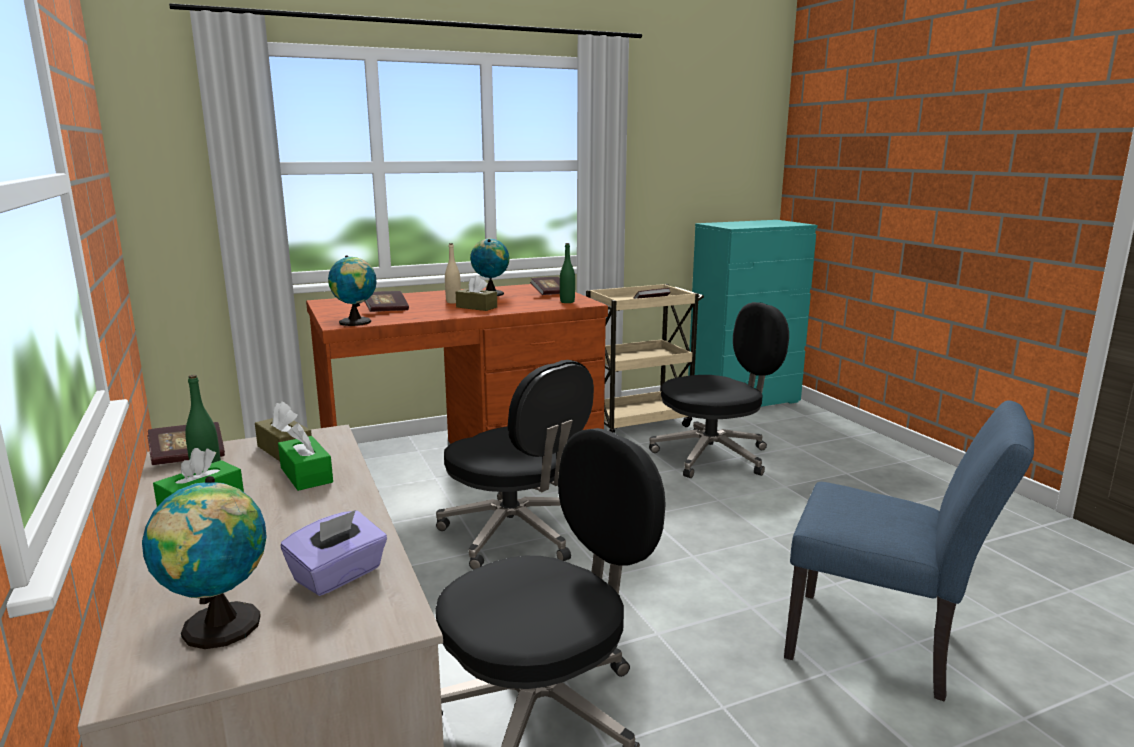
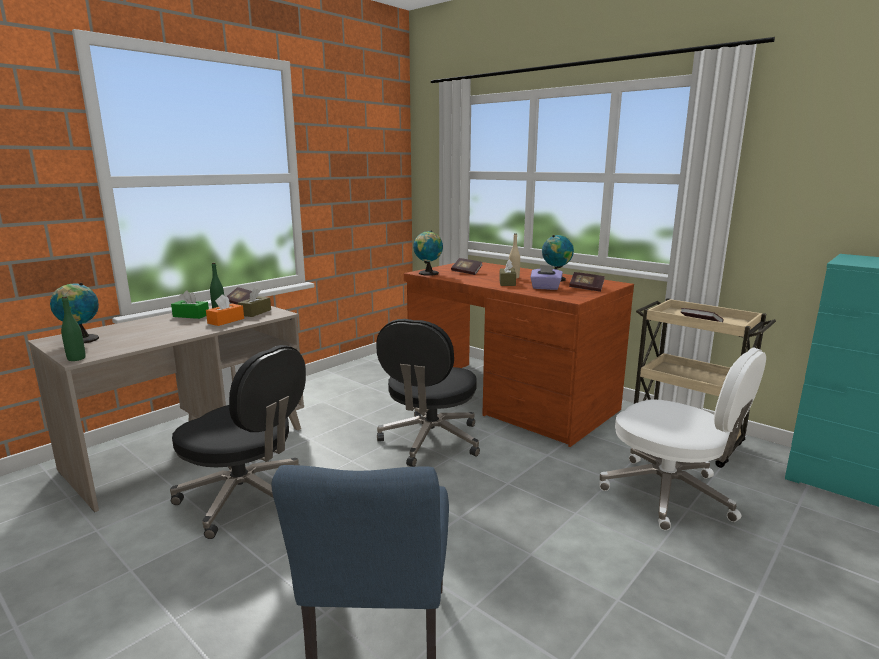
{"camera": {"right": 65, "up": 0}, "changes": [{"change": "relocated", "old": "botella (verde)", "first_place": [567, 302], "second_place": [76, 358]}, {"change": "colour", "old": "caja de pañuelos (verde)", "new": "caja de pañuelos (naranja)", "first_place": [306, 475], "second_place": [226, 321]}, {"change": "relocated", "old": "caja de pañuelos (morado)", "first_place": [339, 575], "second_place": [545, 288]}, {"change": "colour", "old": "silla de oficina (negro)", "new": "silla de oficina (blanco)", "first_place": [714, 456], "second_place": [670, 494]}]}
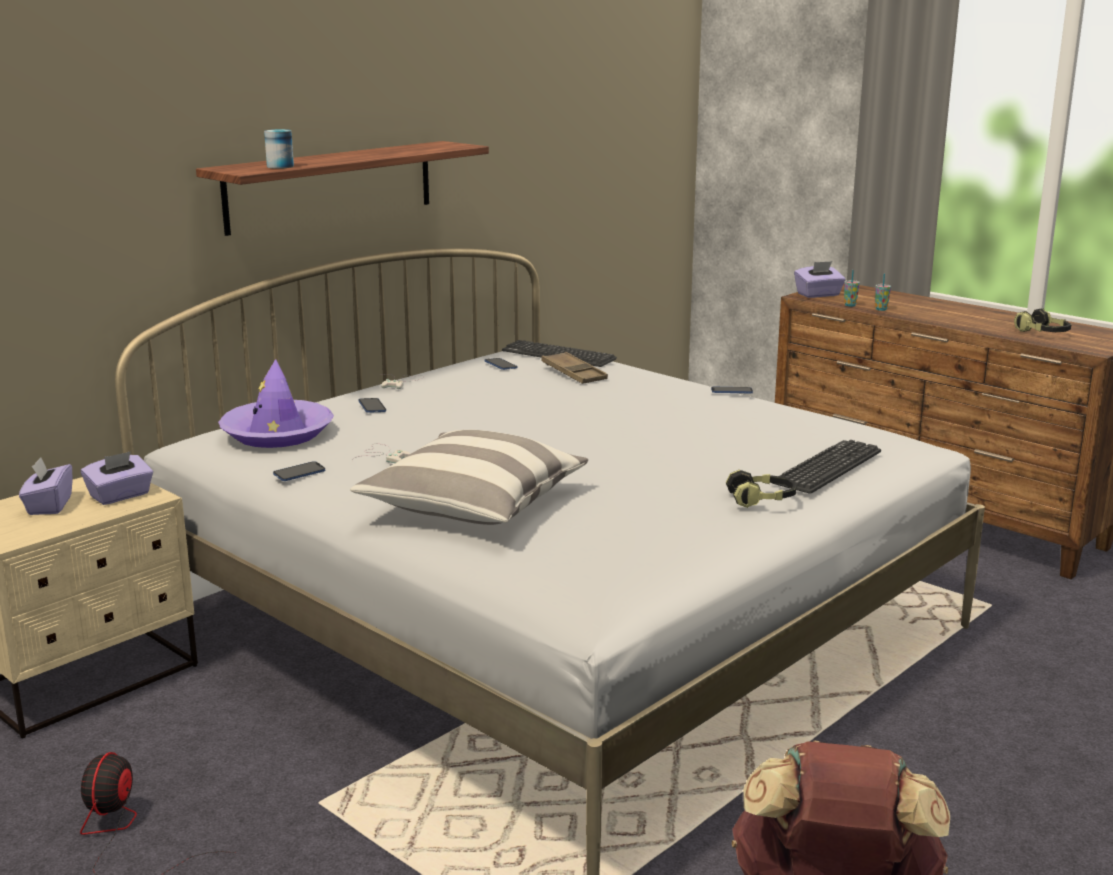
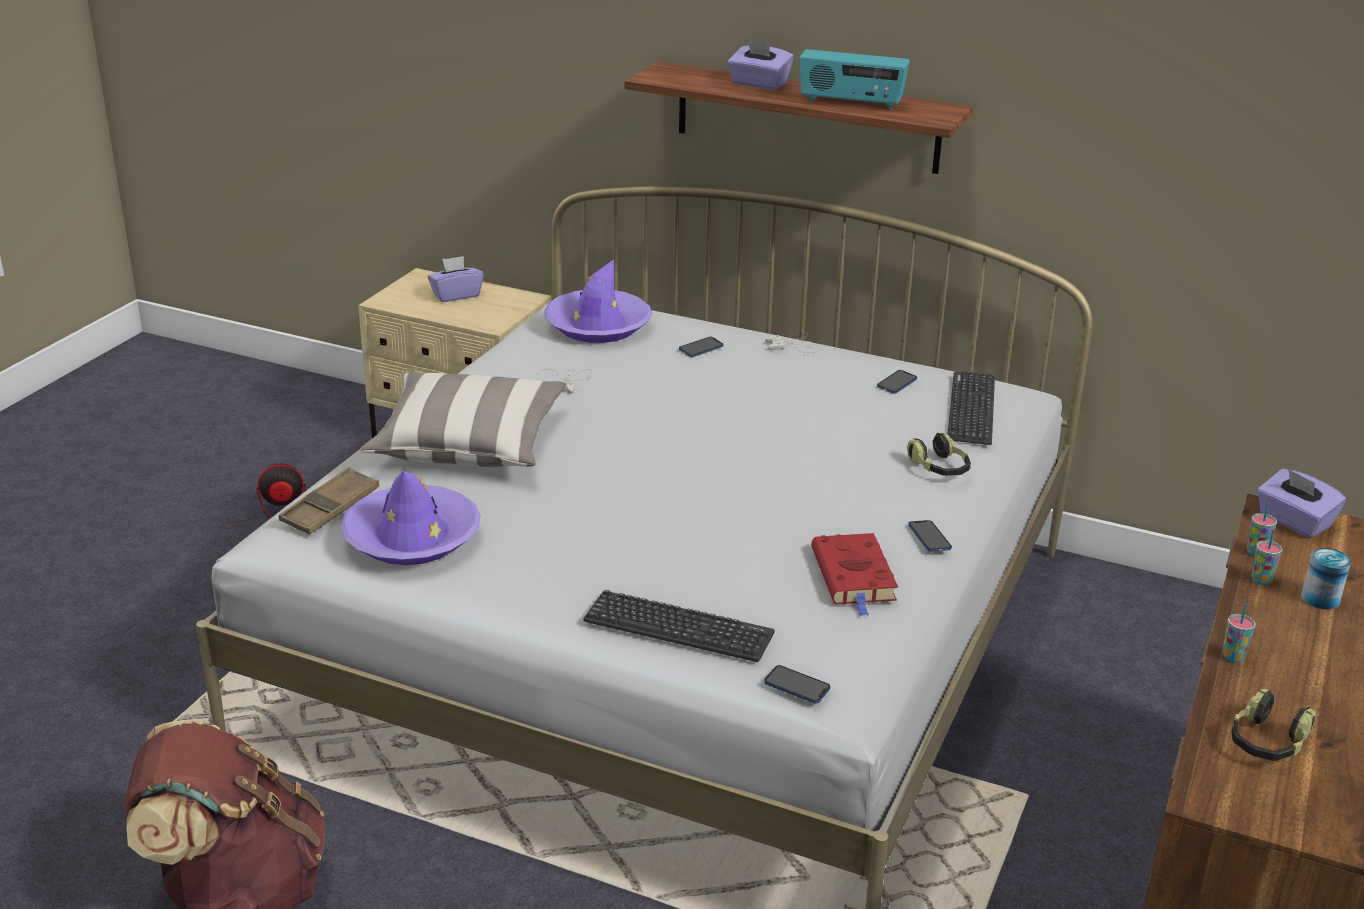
{"camera": {"right": 70, "up": 10}, "changes": [{"change": "relocated", "old": "bandeja (marrón)", "first_place": [574, 373], "second_place": [330, 508]}, {"change": "appeared", "new": "sombrero (morado)", "second_place": [411, 537]}, {"change": "relocated", "old": "caja de pañuelos (morado)", "first_place": [120, 496], "second_place": [759, 84]}, {"change": "relocated", "old": "móvil", "first_place": [299, 473], "second_place": [797, 686]}, {"change": "appeared", "new": "radio", "second_place": [850, 103]}, {"change": "appeared", "new": "libro (rojo)", "second_place": [854, 577]}, {"change": "relocated", "old": "auriculares", "first_place": [762, 500], "second_place": [939, 468]}, {"change": "appeared", "new": "taza", "second_place": [1233, 657]}, {"change": "relocated", "old": "lata", "first_place": [280, 166], "second_place": [1320, 599]}]}
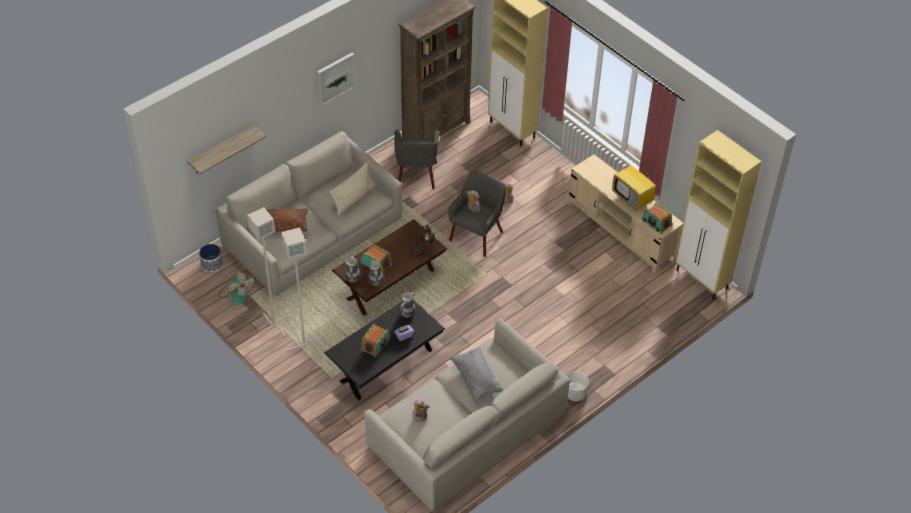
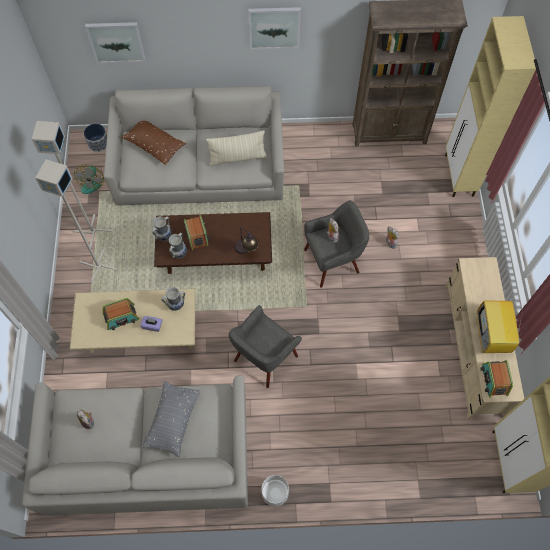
{"camera": {"right": 40, "up": 15}, "changes": [{"change": "colour", "old": "mesa de centro (negro)", "new": "mesa de centro (beis)", "first_place": [386, 365], "second_place": [141, 335]}, {"change": "exchanged", "old": "estante", "new": "cuadro", "first_place": [221, 150], "second_place": [116, 41]}, {"change": "relocated", "old": "sillón (gris)", "first_place": [416, 175], "second_place": [264, 358]}]}
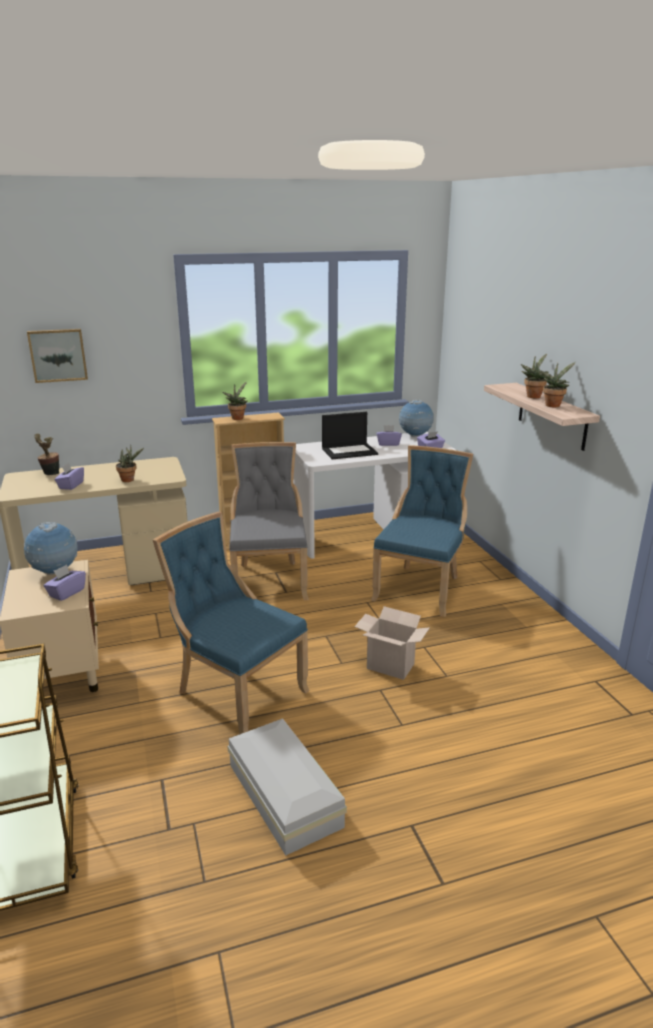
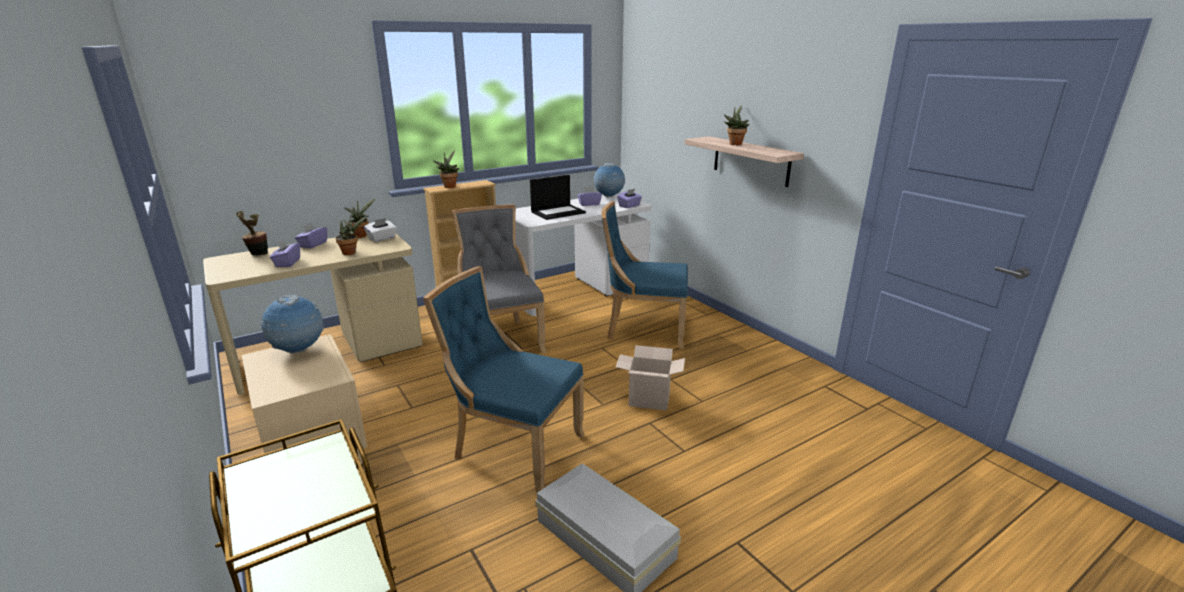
{"camera": {"right": -15, "up": 0}, "changes": [{"change": "relocated", "old": "caja de pañuelos (morado)", "first_place": [66, 593], "second_place": [313, 244]}, {"change": "relocated", "old": "planta en maceta", "first_place": [553, 405], "second_place": [361, 235]}, {"change": "appeared", "new": "caja de pañuelos (blanco)", "second_place": [382, 238]}, {"change": "spun", "old": "silla (azul)", "first_place": [420, 588], "second_place": [643, 329], "degrees": -90}, {"change": "missing", "old": "cuadro", "first_place": [58, 355]}]}
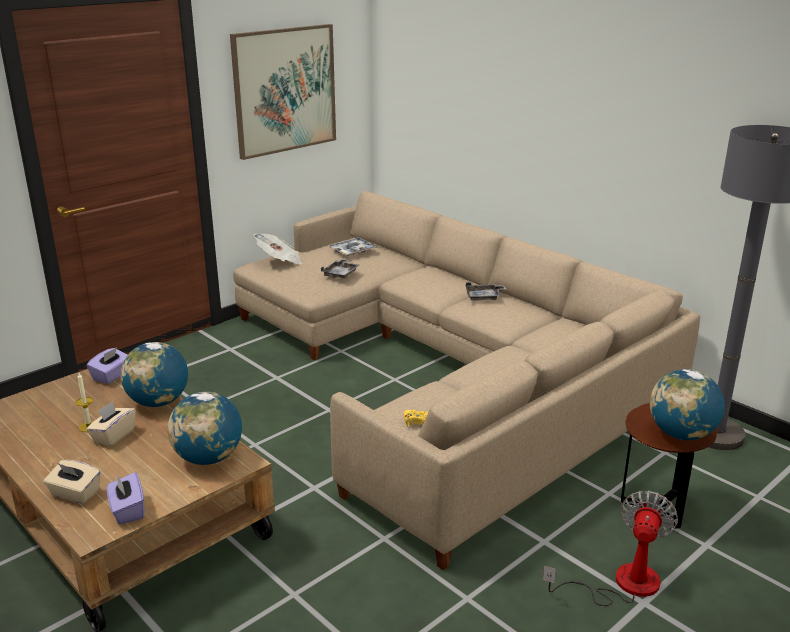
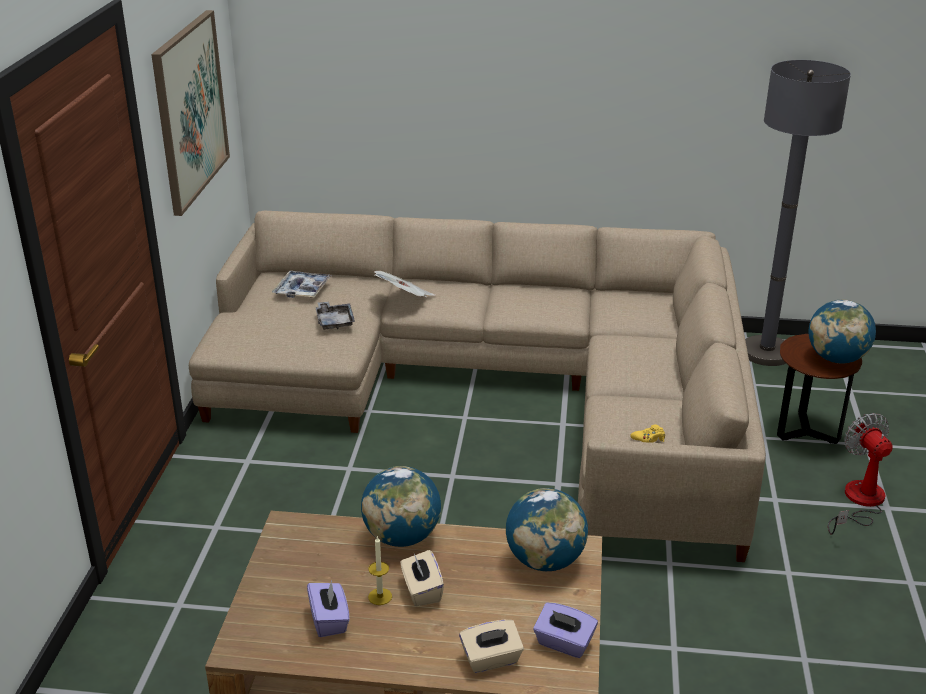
{"camera": {"right": -40, "up": 5}, "changes": [{"change": "relocated", "old": "caja de pañuelos (morado)", "first_place": [112, 376], "second_place": [329, 620]}, {"change": "relocated", "old": "periódico", "first_place": [279, 261], "second_place": [405, 299]}, {"change": "missing", "old": "bandeja (gris)", "first_place": [484, 297]}]}
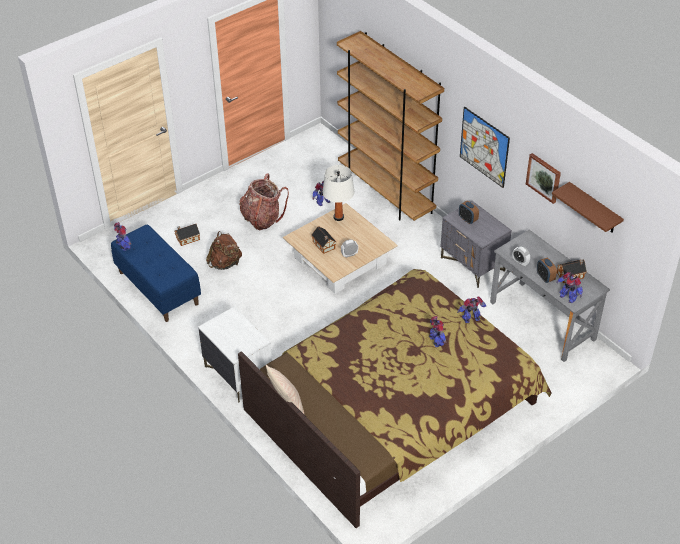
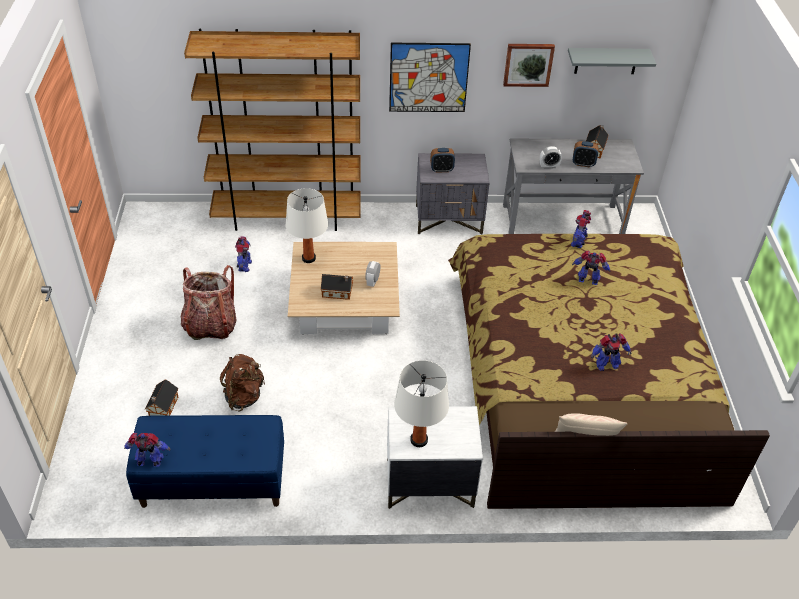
{"camera": {"right": -55, "up": 0}, "changes": [{"change": "appeared", "new": "lámpara de mesa (blanco)", "second_place": [418, 440]}, {"change": "colour", "old": "estante (marrón)", "new": "estante (gris)", "first_place": [594, 209], "second_place": [606, 60]}, {"change": "relocated", "old": "robot de juguete", "first_place": [568, 297], "second_place": [606, 364]}]}
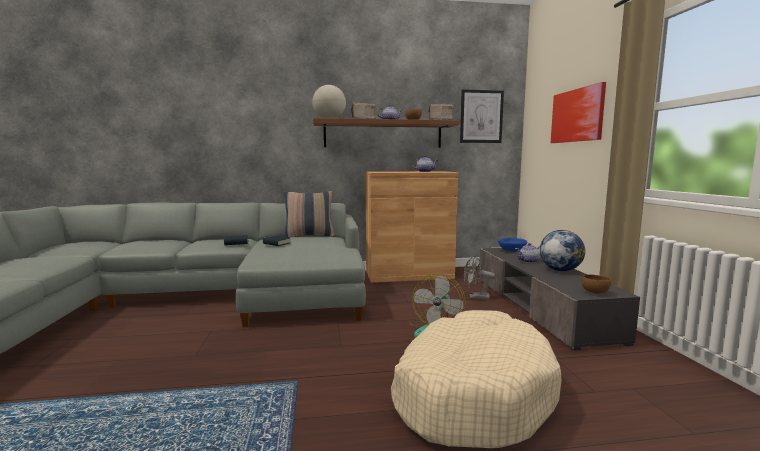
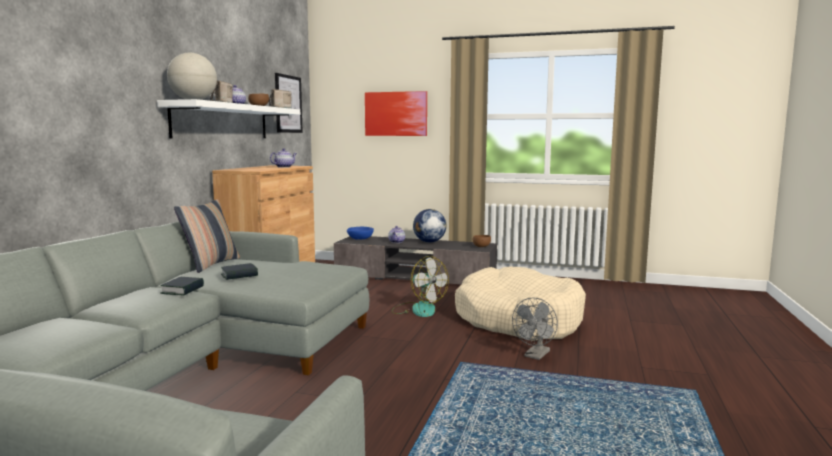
{"camera": {"right": -65, "up": 0}, "changes": [{"change": "colour", "old": "estante (marrón)", "new": "estante (blanco)", "first_place": [383, 134], "second_place": [222, 122]}, {"change": "relocated", "old": "ventilador (gris)", "first_place": [475, 297], "second_place": [535, 356]}]}
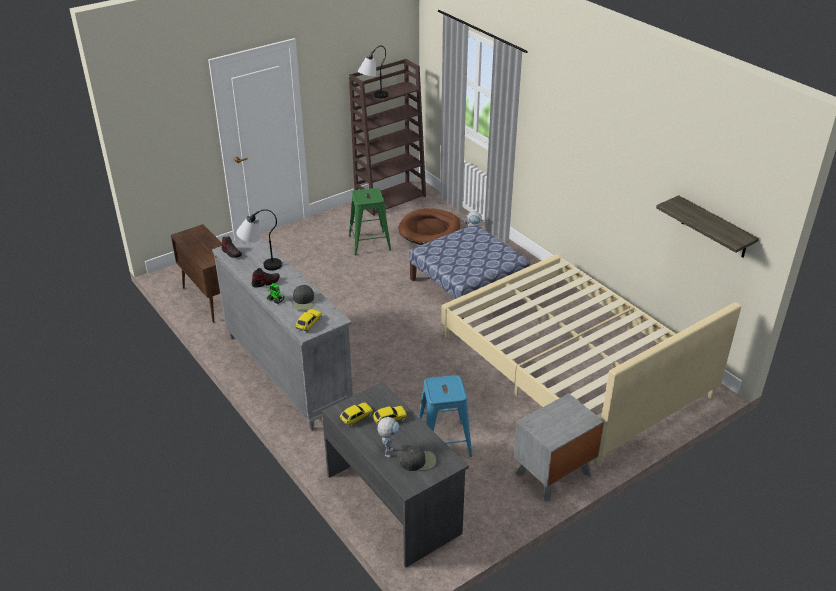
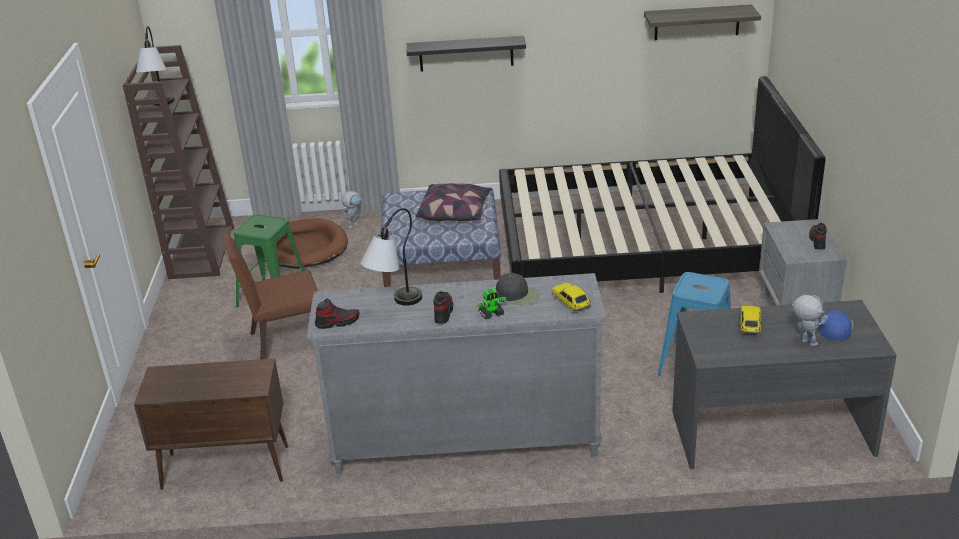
{"camera": {"right": -55, "up": -5}, "changes": [{"change": "appeared", "new": "silla (marrón)", "second_place": [286, 343]}, {"change": "appeared", "new": "estante (negro)", "second_place": [466, 53]}, {"change": "appeared", "new": "cojín", "second_place": [455, 213]}, {"change": "colour", "old": "cama (beis)", "new": "cama (negro)", "first_place": [573, 366], "second_place": [644, 246]}, {"change": "appeared", "new": "zapato", "second_place": [817, 241]}, {"change": "colour", "old": "gorra (negro)", "new": "gorra (azul)", "first_place": [418, 461], "second_place": [835, 327]}, {"change": "missing", "old": "coche de juguete", "first_place": [356, 417]}]}
